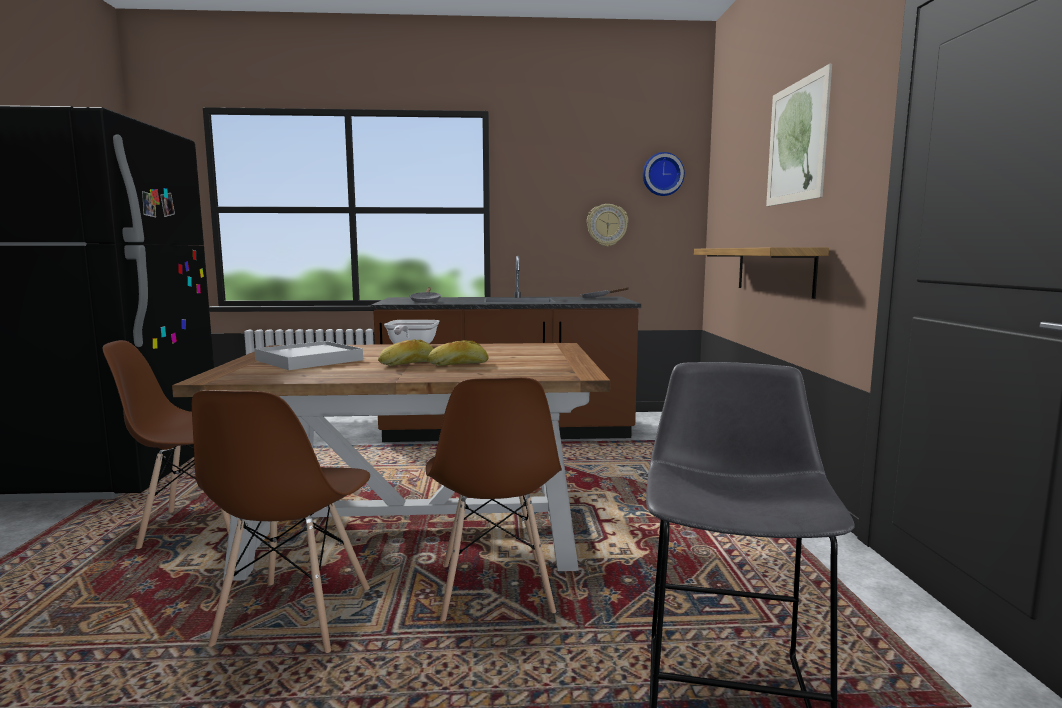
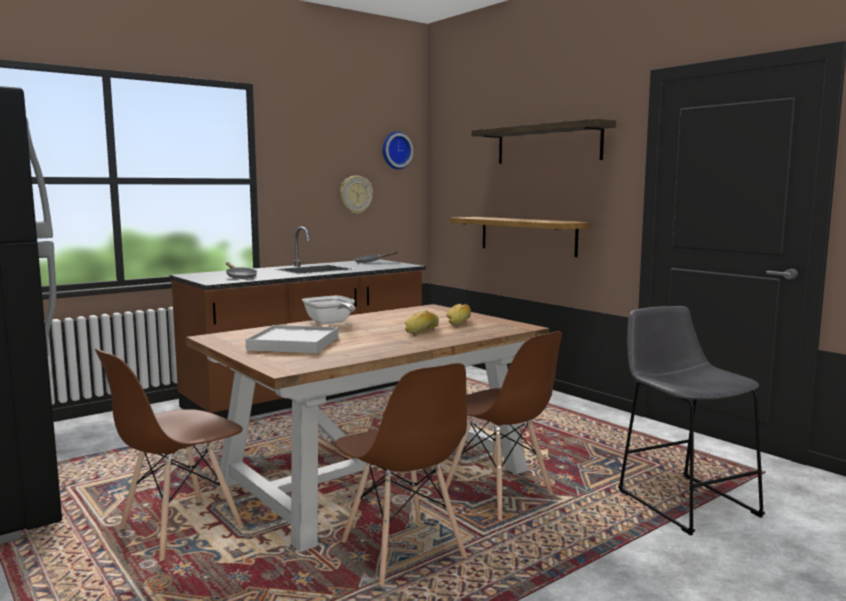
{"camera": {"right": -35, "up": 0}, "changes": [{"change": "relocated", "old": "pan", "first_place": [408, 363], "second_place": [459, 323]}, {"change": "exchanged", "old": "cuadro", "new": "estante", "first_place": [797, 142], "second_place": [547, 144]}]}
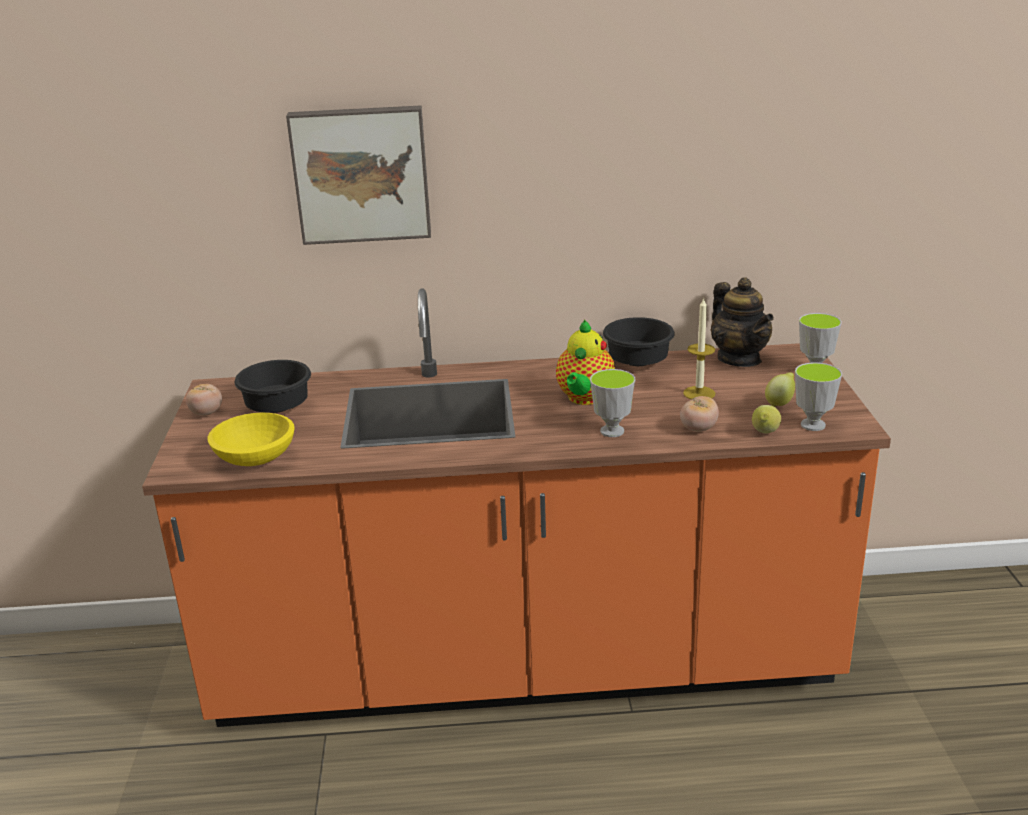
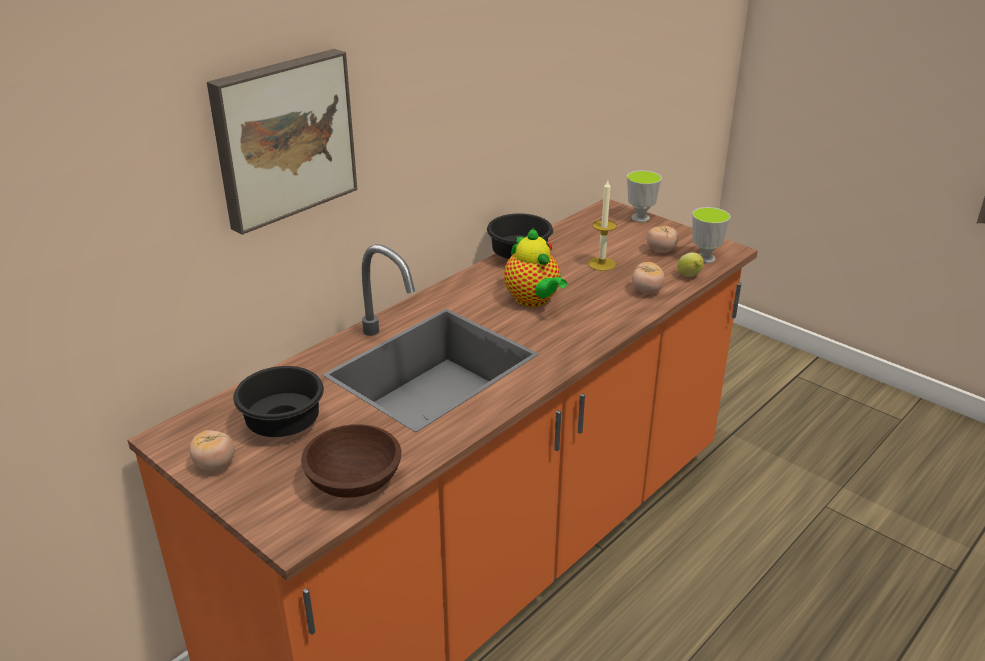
{"camera": {"right": -45, "up": 5}, "changes": [{"change": "colour", "old": "cuenco (amarillo)", "new": "cuenco (marrón)", "first_place": [255, 459], "second_place": [355, 482]}, {"change": "exchanged", "old": "limón", "new": "tomate", "first_place": [780, 403], "second_place": [661, 250]}, {"change": "missing", "old": "taza", "first_place": [612, 431]}, {"change": "missing", "old": "tetera", "first_place": [739, 359]}]}
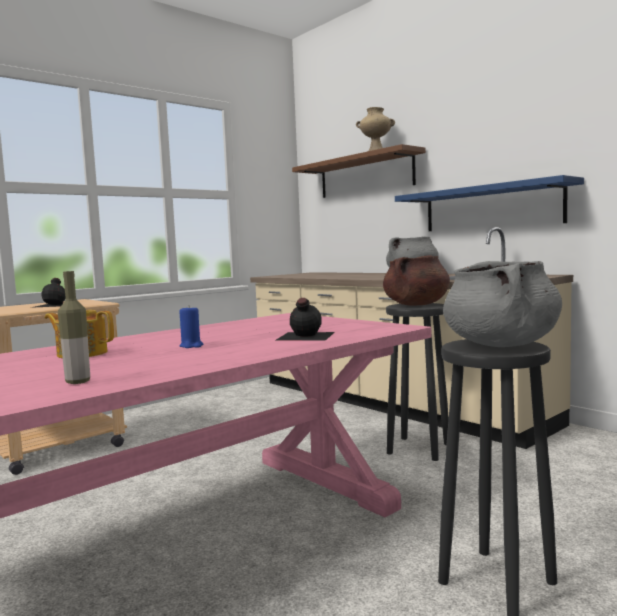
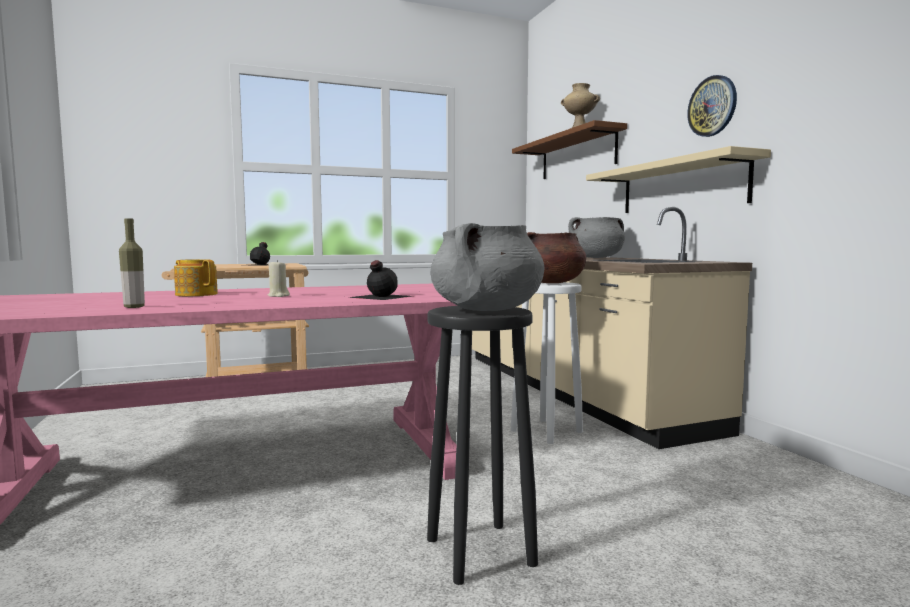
{"camera": {"right": 20, "up": 0}, "changes": [{"change": "colour", "old": "vela (azul)", "new": "vela (beis)", "first_place": [191, 346], "second_place": [278, 296]}, {"change": "colour", "old": "taburete (negro)", "new": "taburete (blanco)", "first_place": [419, 449], "second_place": [547, 431]}, {"change": "colour", "old": "estante (azul)", "new": "estante (beis)", "first_place": [491, 208], "second_place": [681, 187]}, {"change": "appeared", "new": "reloj de pared", "second_place": [712, 106]}]}
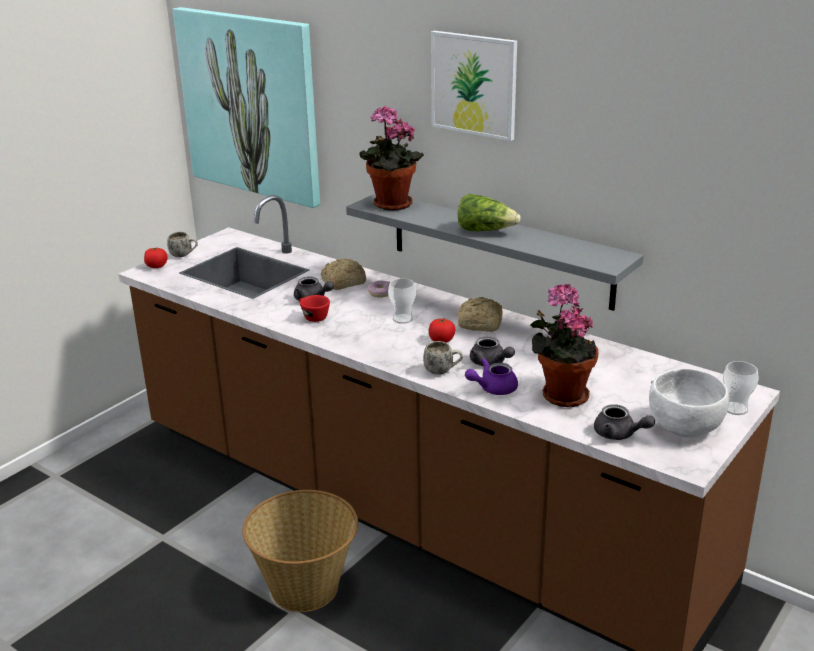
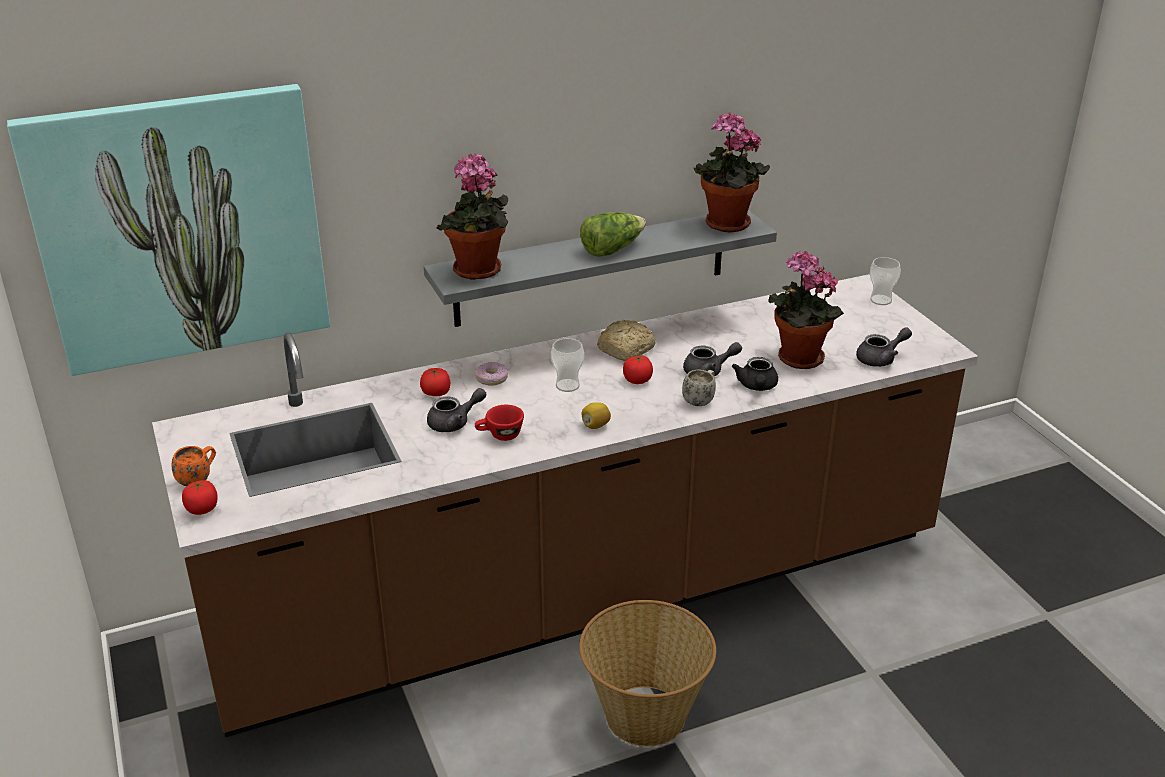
{"camera": {"right": -60, "up": 5}, "changes": [{"change": "colour", "old": "taza grande (blanco)", "new": "taza grande (naranja)", "first_place": [184, 255], "second_place": [198, 479]}, {"change": "exchanged", "old": "pan", "new": "tomate", "first_place": [342, 283], "second_place": [436, 393]}, {"change": "appeared", "new": "limón", "second_place": [595, 426]}, {"change": "appeared", "new": "planta en maceta", "second_place": [725, 225]}, {"change": "colour", "old": "tetera (morado)", "new": "tetera (negro)", "first_place": [492, 388], "second_place": [757, 386]}, {"change": "missing", "old": "cuadro", "first_place": [474, 84]}, {"change": "missing", "old": "cuenco (blanco)", "first_place": [685, 426]}]}
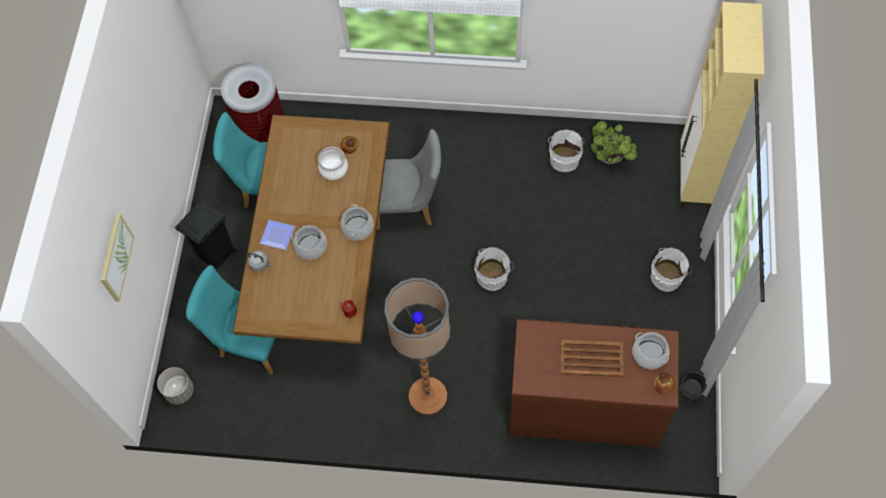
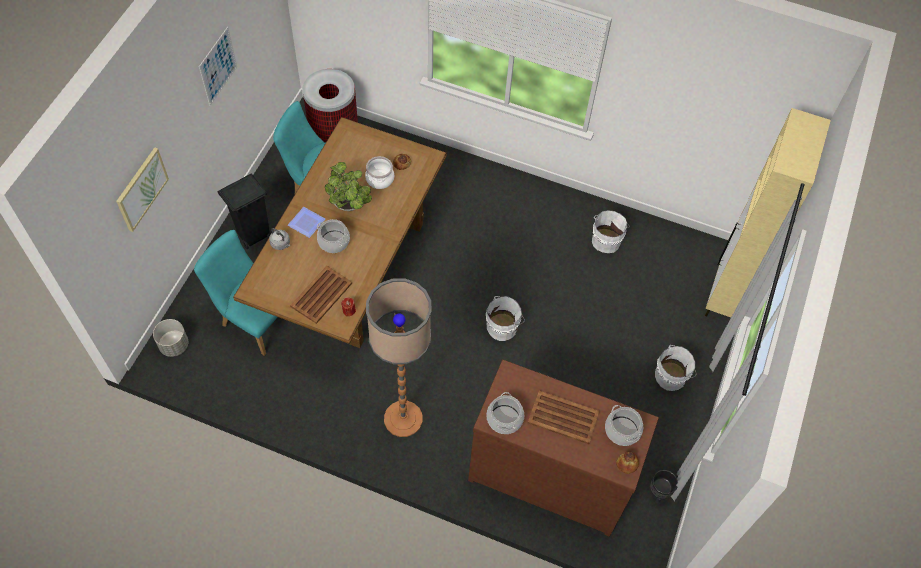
{"camera": {"right": 10, "up": -5}, "changes": [{"change": "appeared", "new": "cuadro", "second_place": [218, 66]}, {"change": "appeared", "new": "bandeja (marrón)", "second_place": [322, 294]}, {"change": "relocated", "old": "planta en maceta", "first_place": [611, 157], "second_place": [350, 206]}, {"change": "relocated", "old": "olla", "first_place": [358, 228], "second_place": [505, 419]}, {"change": "missing", "old": "silla (gris)", "first_place": [409, 206]}]}
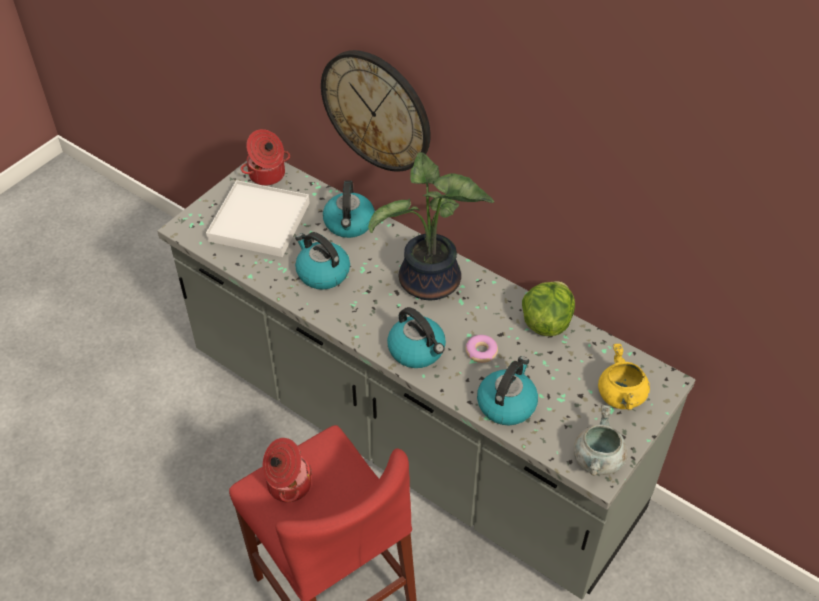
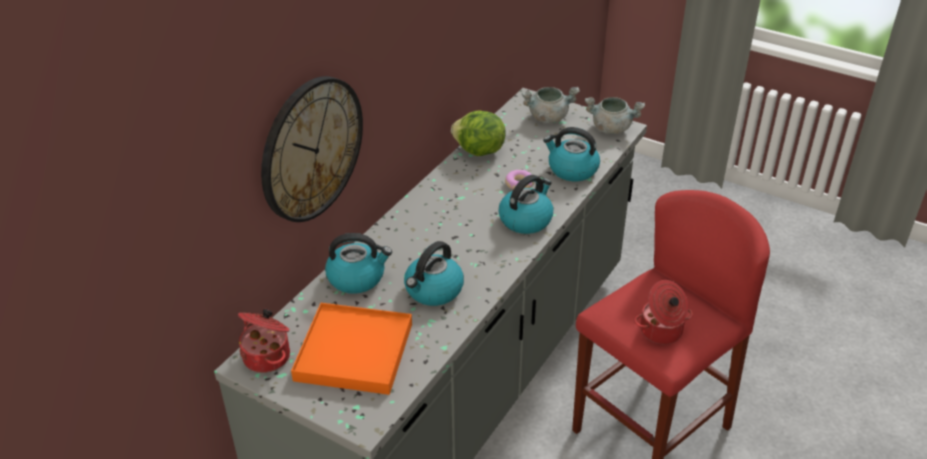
{"camera": {"right": -95, "up": -10}, "changes": [{"change": "colour", "old": "bandeja (blanco)", "new": "bandeja (naranja)", "first_place": [259, 221], "second_place": [353, 352]}, {"change": "colour", "old": "olla (amarillo)", "new": "olla (gris)", "first_place": [621, 396], "second_place": [548, 117]}, {"change": "missing", "old": "planta en maceta", "first_place": [429, 284]}]}
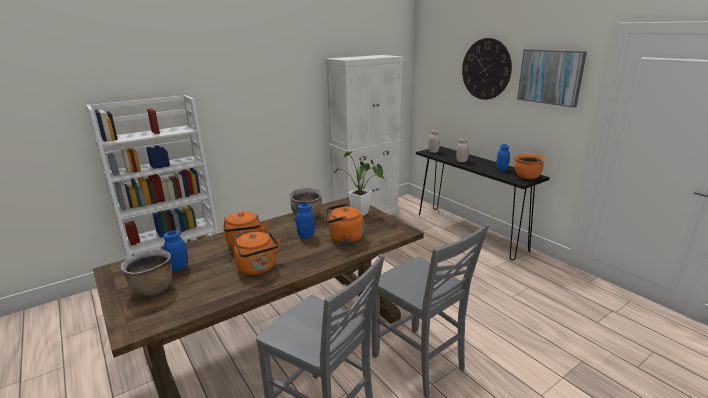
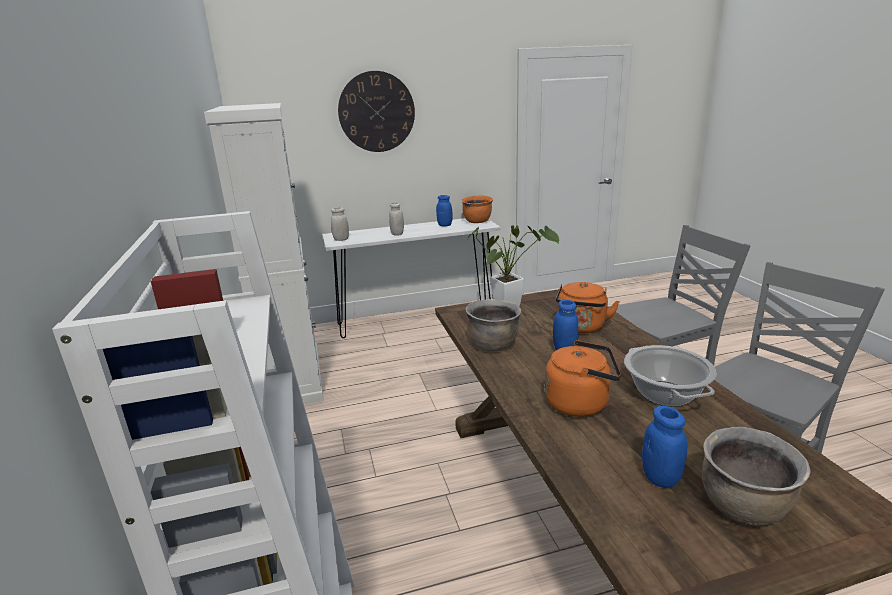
{"camera": {"right": -70, "up": 0}, "changes": [{"change": "colour", "old": "mesa consola (negro)", "new": "mesa consola (blanco)", "first_place": [469, 231], "second_place": [417, 319]}, {"change": "exchanged", "old": "hervidor (naranja)", "new": "olla", "first_place": [258, 269], "second_place": [665, 394]}, {"change": "missing", "old": "cuadro", "first_place": [550, 77]}]}
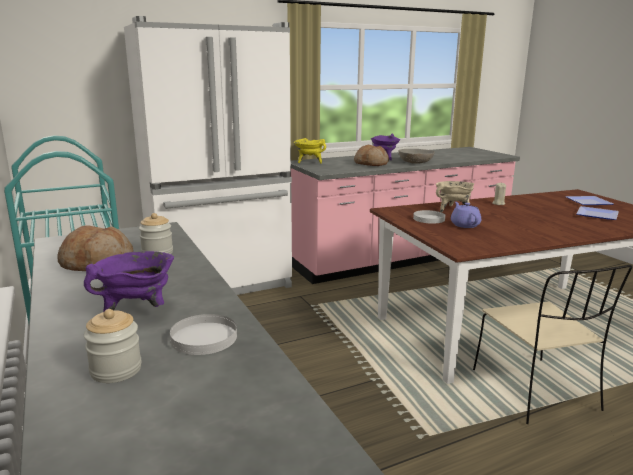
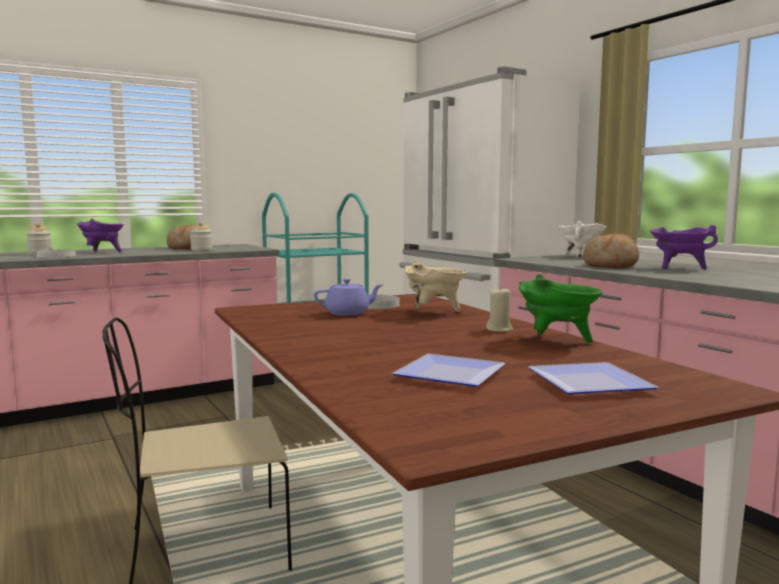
{"camera": {"right": 85, "up": -10}, "changes": [{"change": "appeared", "new": "olla (verde)", "second_place": [557, 341]}, {"change": "colour", "old": "olla (amarillo)", "new": "olla (blanco)", "first_place": [309, 162], "second_place": [580, 256]}, {"change": "missing", "old": "cuenco (gris)", "first_place": [416, 162]}]}
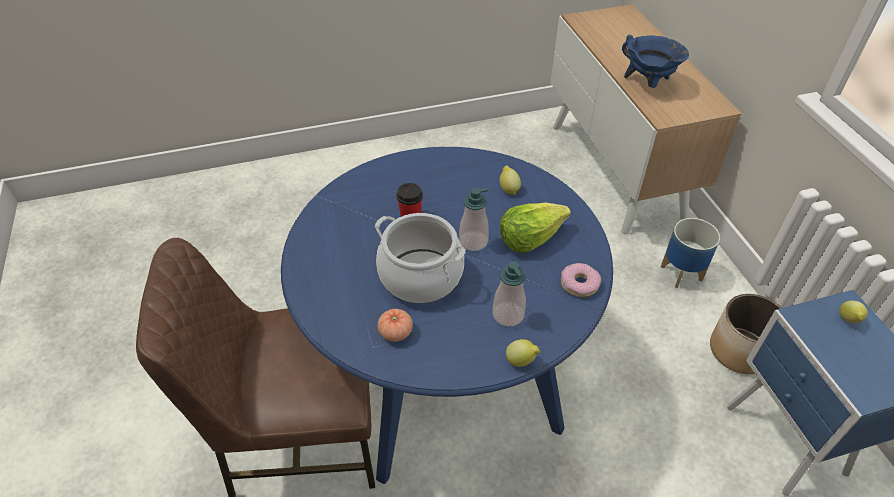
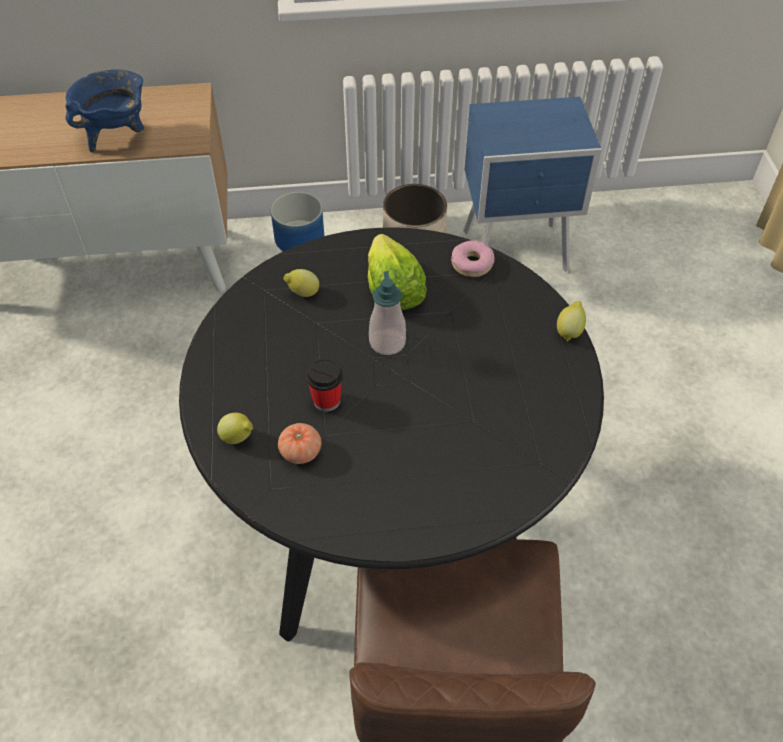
{"camera": {"right": -80, "up": 5}, "changes": [{"change": "colour", "old": "mesa de comedor (azul)", "new": "mesa de comedor (negro)", "first_place": [446, 376], "second_place": [391, 518]}, {"change": "relocated", "old": "limón", "first_place": [848, 320], "second_place": [238, 438]}, {"change": "relocated", "old": "tomate", "first_place": [395, 332], "second_place": [300, 452]}, {"change": "missing", "old": "olla", "first_place": [420, 276]}, {"change": "missing", "old": "dispensador de jabón", "first_place": [508, 315]}]}
